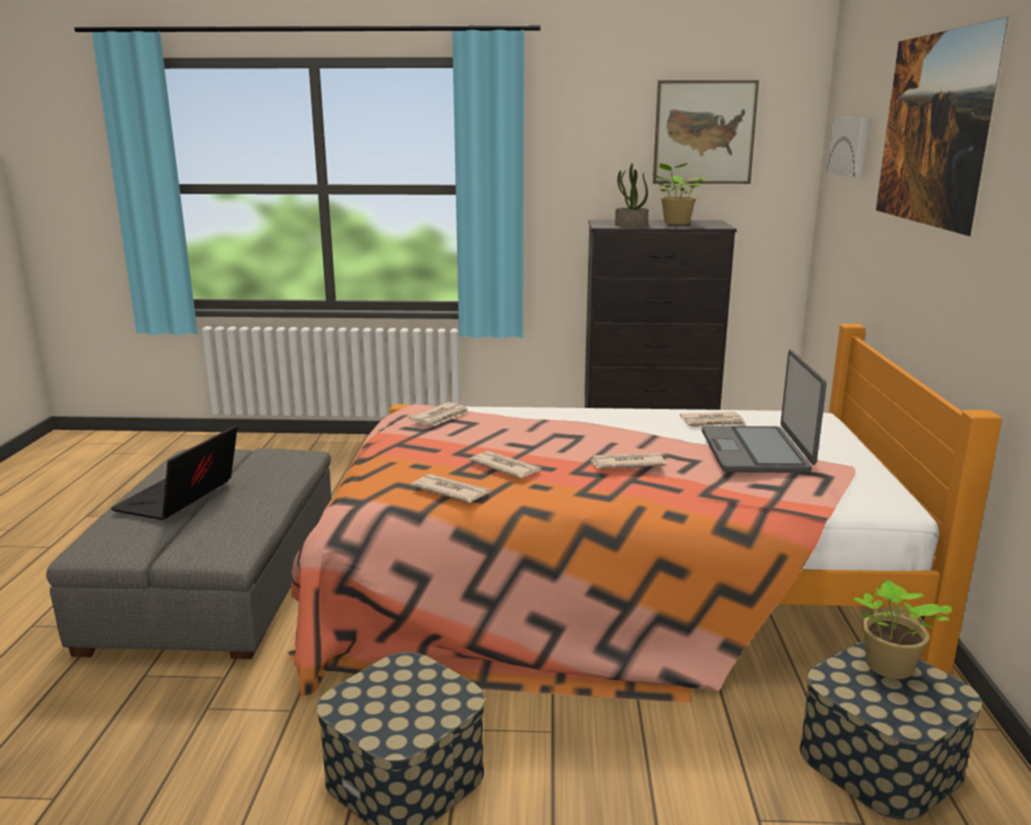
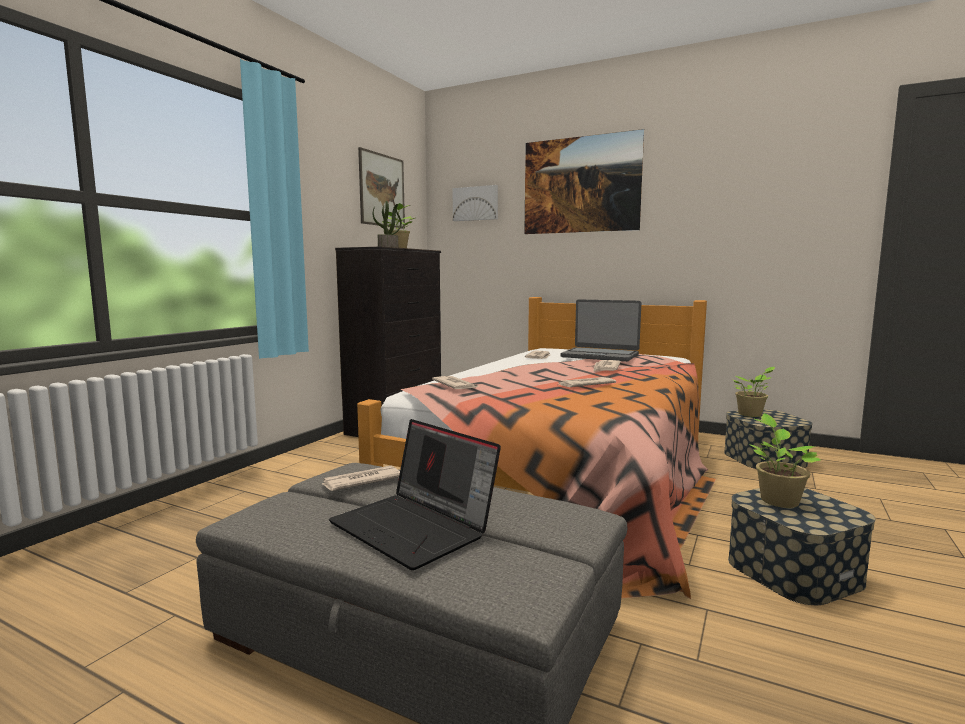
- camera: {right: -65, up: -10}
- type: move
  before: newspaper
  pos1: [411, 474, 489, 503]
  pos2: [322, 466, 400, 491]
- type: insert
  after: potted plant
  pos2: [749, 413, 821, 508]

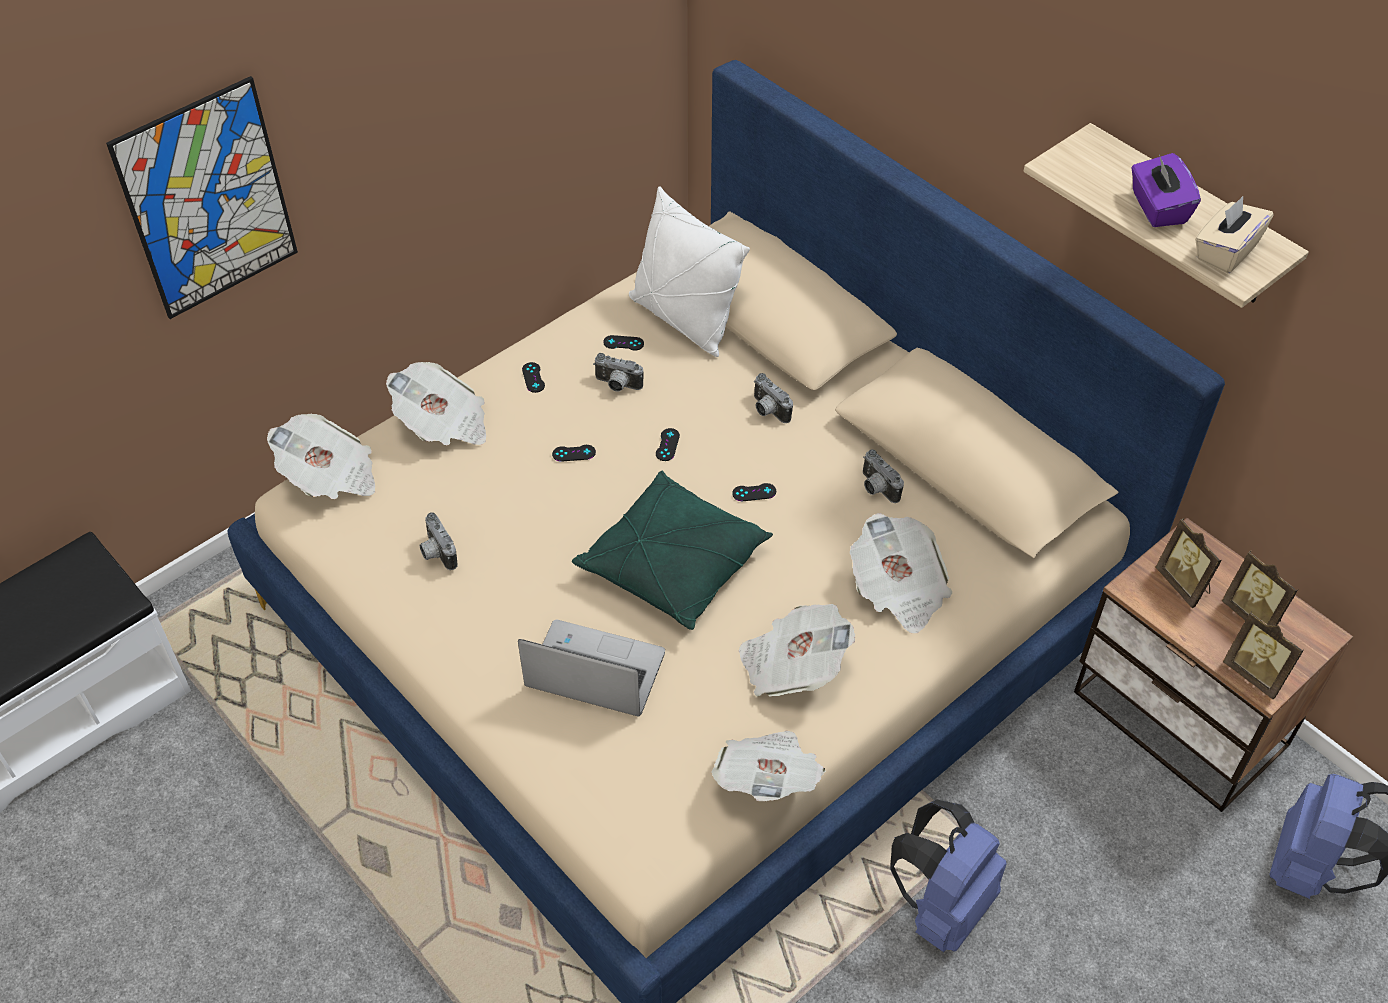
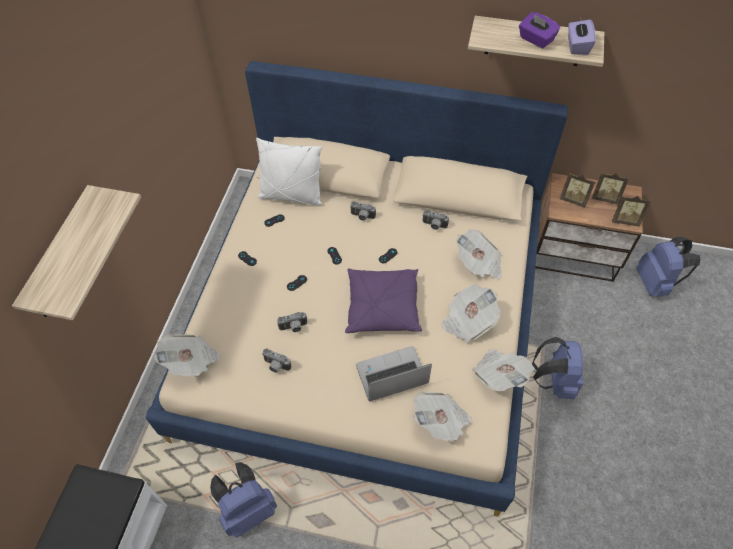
- camera: {right: -35, up: 5}
- type: replace
  before: picture
  after: shelf
  pos1: [106, 76, 298, 319]
  pos2: [12, 185, 141, 320]
- type: recolor
  before: tissue box (beige)
  after: tissue box (purple)
  pos1: [1195, 196, 1273, 274]
  pos2: [568, 19, 596, 55]
- type: move
  before: photo camera
  pos1: [593, 353, 644, 392]
  pos2: [277, 312, 307, 332]
- type: move
  before: newspaper
  pos1: [386, 362, 486, 446]
  pos2: [413, 392, 472, 442]
- type: recolor
  before: pillow (green)
  after: pillow (purple)
  pos1: [572, 471, 773, 630]
  pos2: [345, 269, 422, 333]
- type: insert
  after: backpack (blue)
  pos2: [210, 462, 277, 537]

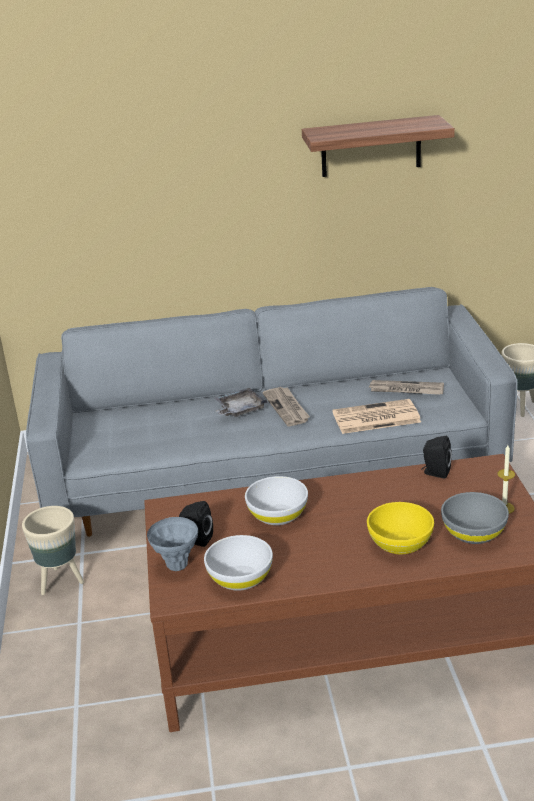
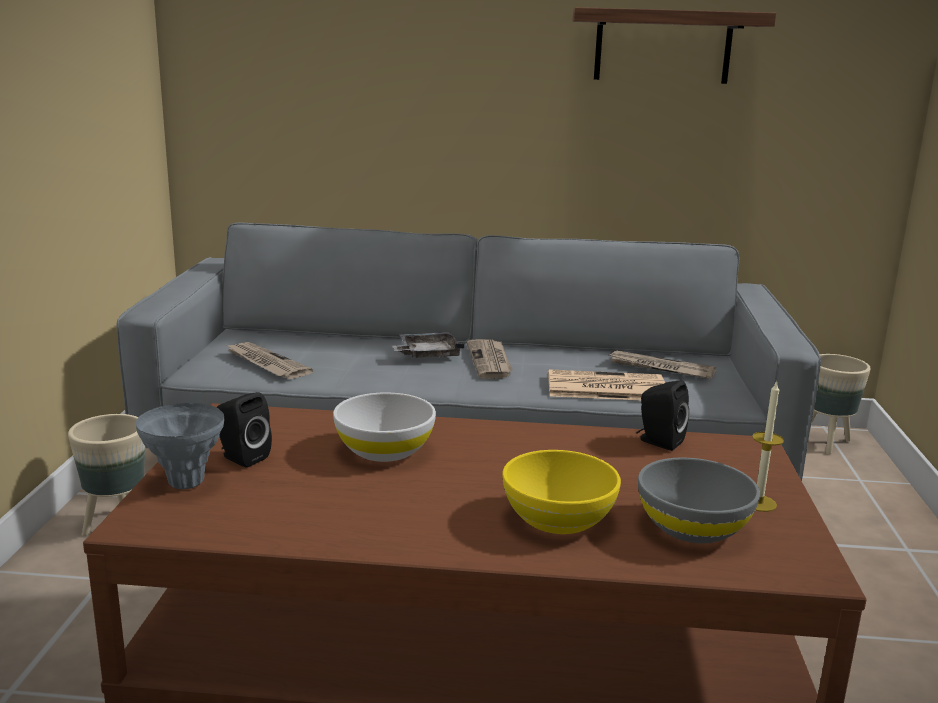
- camera: {right: 10, up: -10}
- type: delete
  before: bowl (white)
  pos1: [204, 535, 273, 591]
- type: insert
  after: newspaper
  pos2: [225, 342, 313, 379]

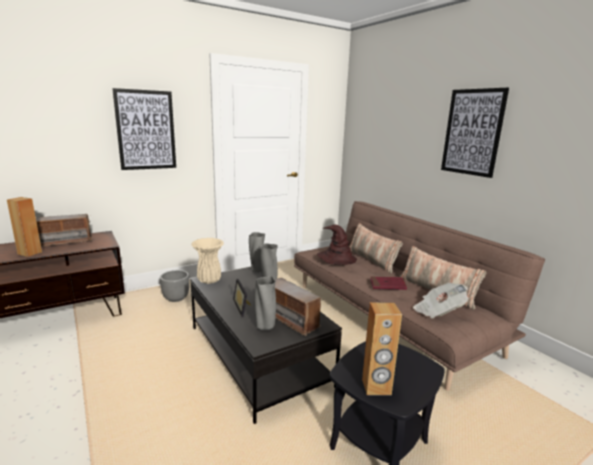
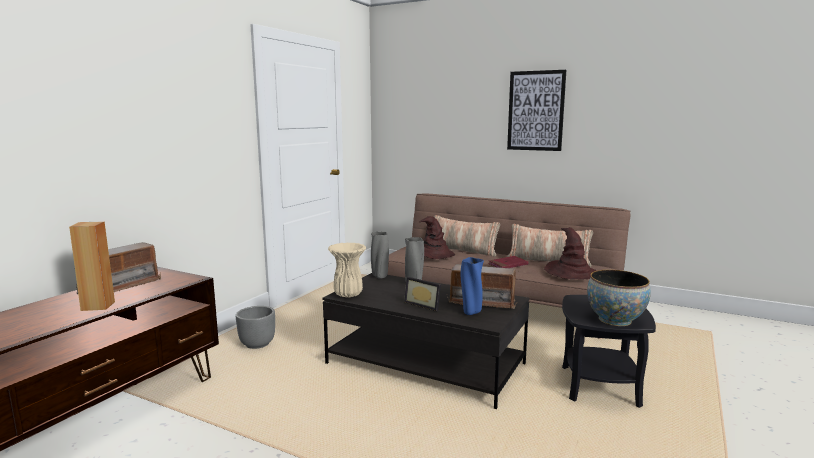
- camera: {right: -30, up: -5}
- type: delete
  before: picture
  pos1: [112, 88, 176, 170]
- type: recolor
  before: vase (grey)
  after: vase (blue)
  pos1: [255, 276, 276, 330]
  pos2: [461, 257, 484, 315]
- type: replace
  before: newspaper
  after: hat (brown)
  pos1: [413, 283, 468, 319]
  pos2: [544, 227, 596, 279]
- type: replace
  before: speaker (brown)
  after: bowl
  pos1: [362, 302, 402, 395]
  pos2: [587, 270, 651, 326]

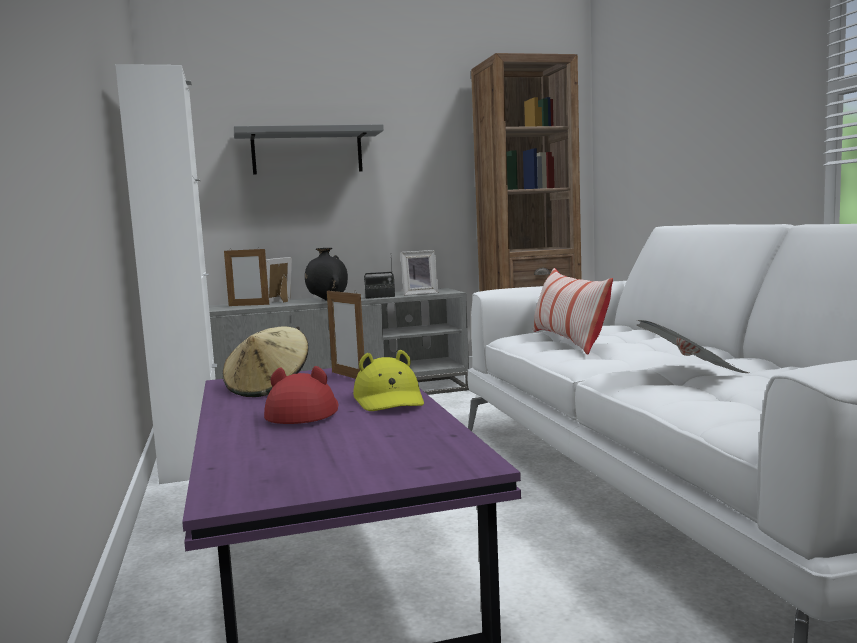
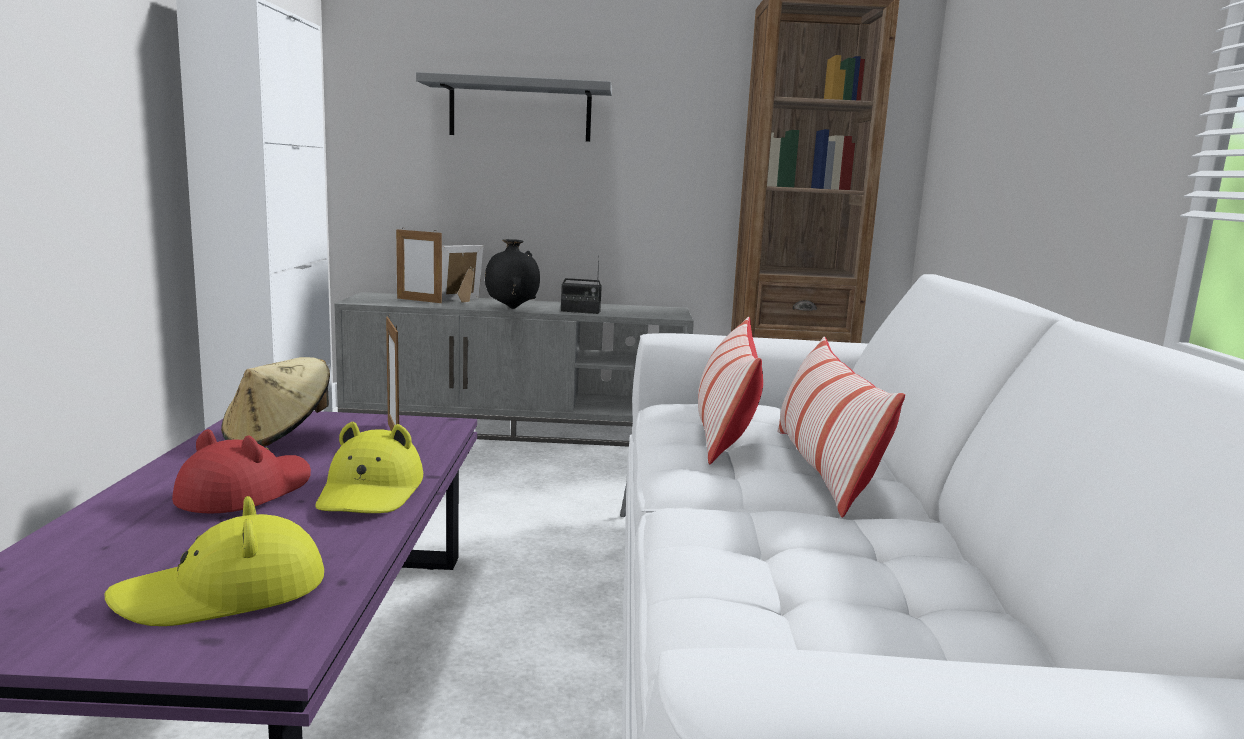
- camera: {right: 15, up: 5}
- type: delete
  before: picture frame
  pos1: [400, 250, 439, 296]
- type: delete
  before: newspaper
  pos1: [637, 320, 749, 373]
- type: insert
  after: pillow
  pos2: [777, 337, 905, 518]
- type: insert
  after: hat (yellow)
  pos2: [105, 496, 324, 626]

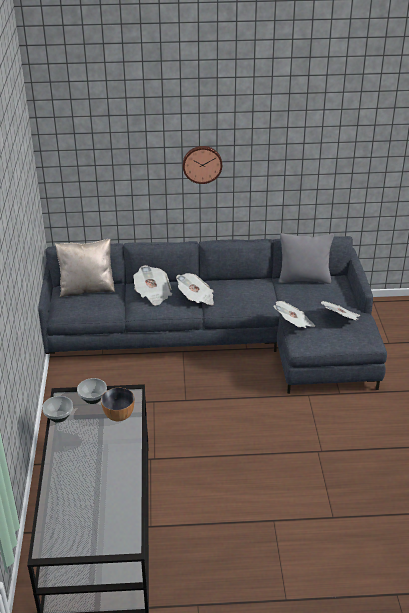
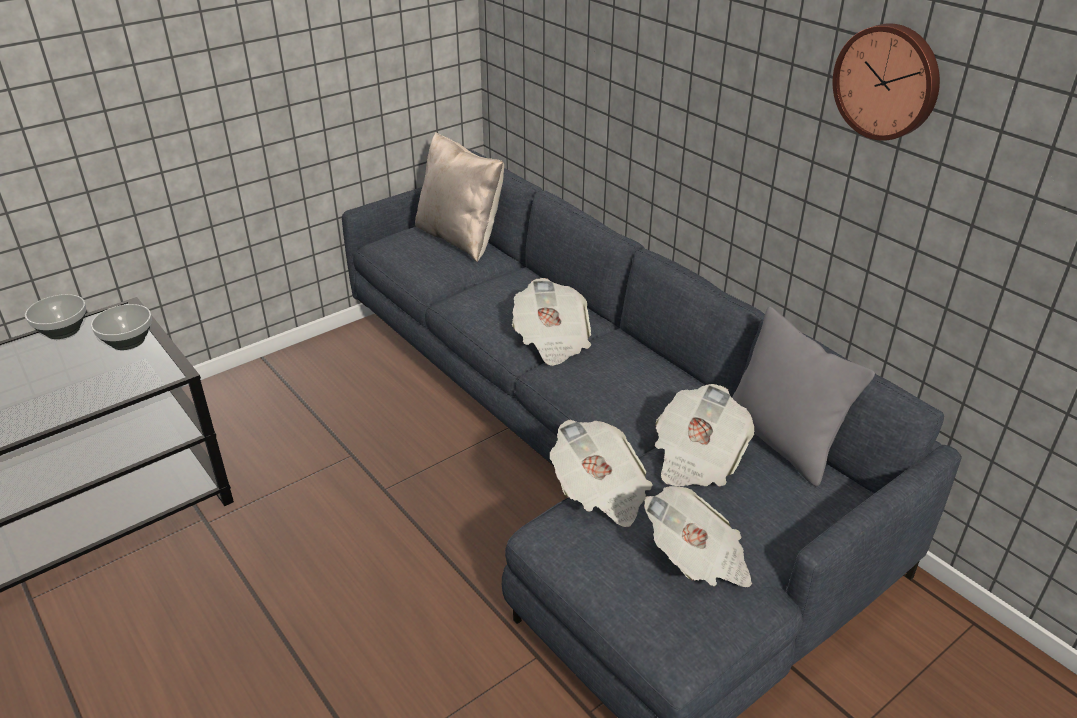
- camera: {right: 55, up: 0}
- type: move
  before: wall clock
  pos1: [183, 146, 222, 184]
  pos2: [833, 23, 940, 141]
- type: move
  before: newspaper
  pos1: [133, 265, 172, 306]
  pos2: [655, 384, 754, 486]
- type: delete
  before: bowl
  pos1: [101, 388, 135, 421]

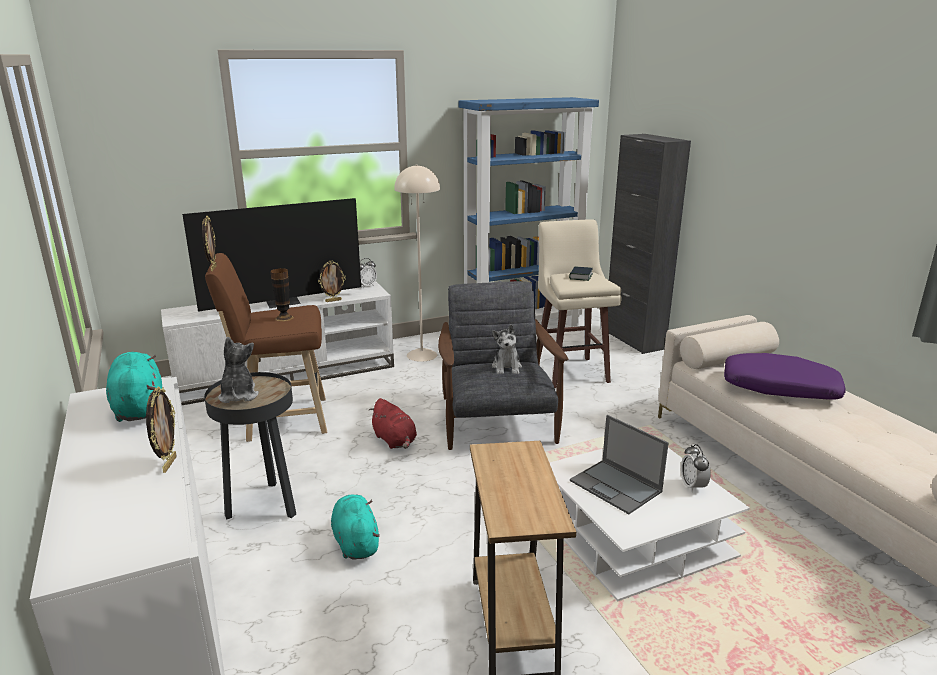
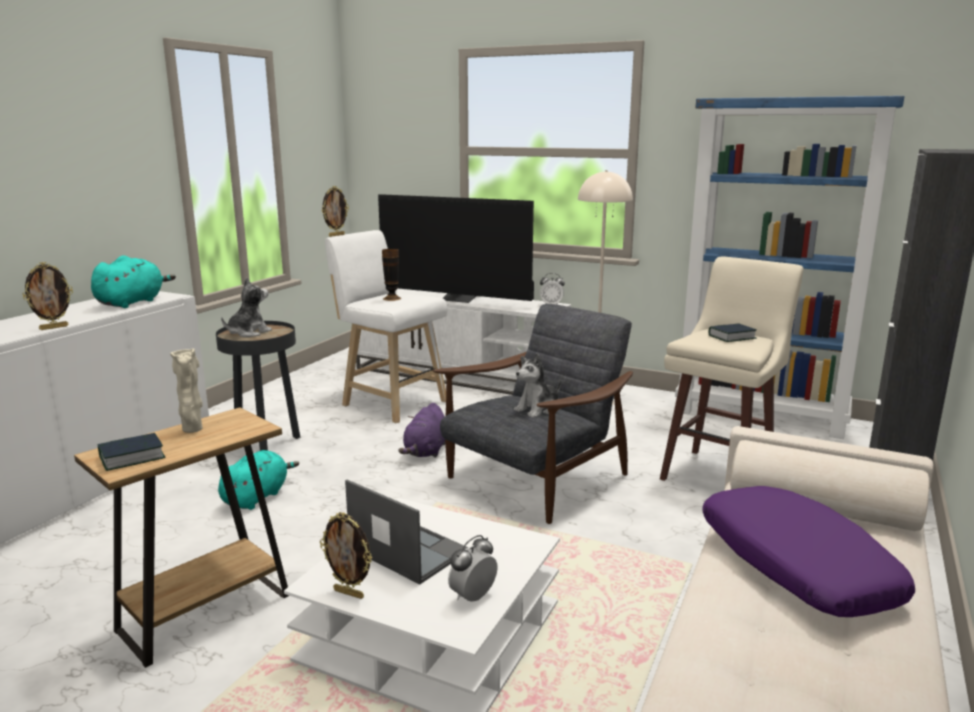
- camera: {right: 50, up: -5}
- type: recolor
  before: stool (brown)
  after: stool (white)
  pos1: [205, 253, 327, 442]
  pos2: [325, 230, 447, 423]
- type: move
  before: picture frame
  pos1: [318, 260, 346, 302]
  pos2: [320, 512, 372, 599]
- type: recolor
  before: plush toy (red)
  after: plush toy (purple)
  pos1: [369, 398, 417, 449]
  pos2: [398, 403, 445, 458]
- type: rotate
  before: laptop
  pos1: [570, 415, 669, 514]
  pos2: [345, 480, 469, 584]
  turn: 120
- type: insert
  after: vase (beige)
  pos2: [170, 348, 203, 433]
- type: insert
  after: book
  pos2: [98, 433, 166, 471]

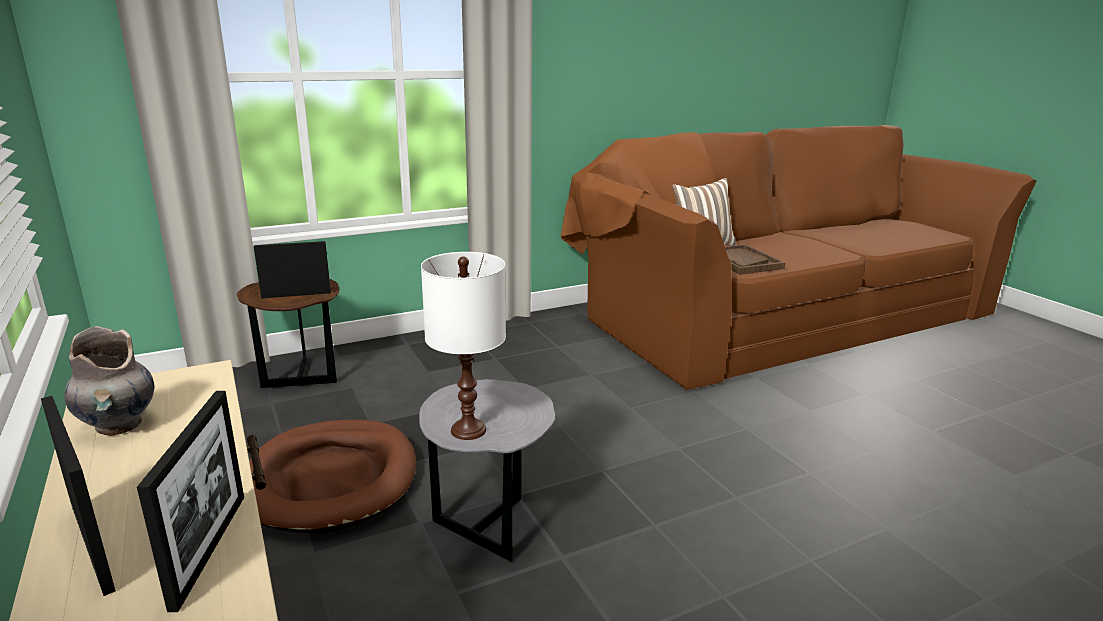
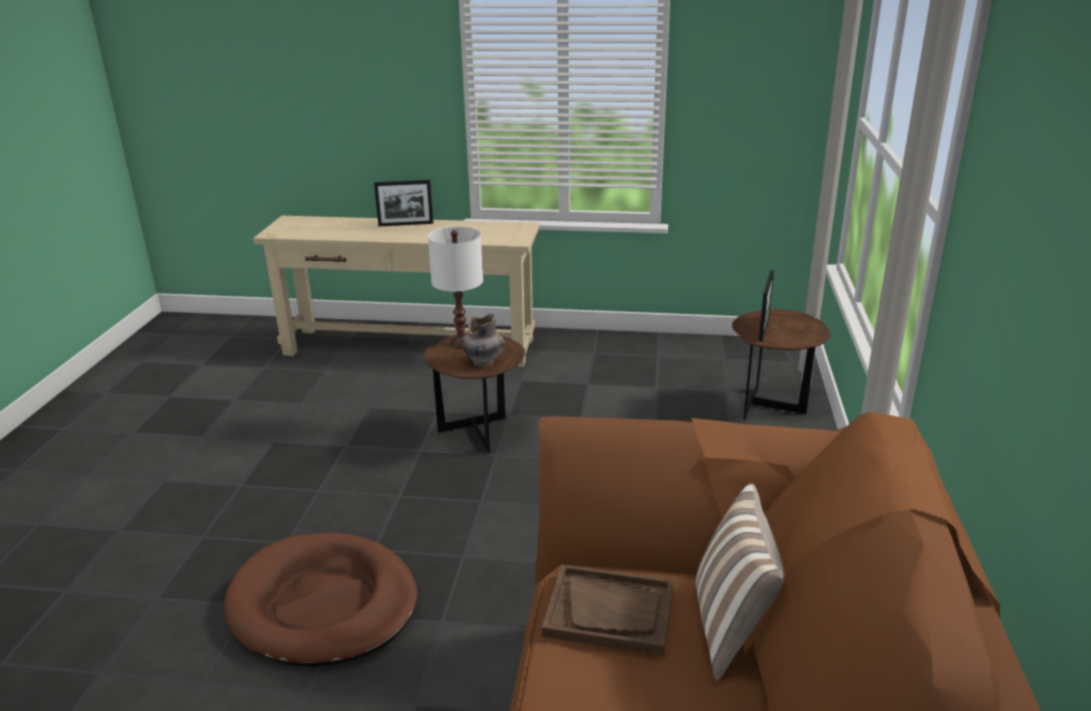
- camera: {right: 125, up: 5}
- type: move
  before: vase (grey)
  pos1: [64, 326, 155, 436]
  pos2: [459, 313, 505, 367]
- type: recolor
  before: side table (grey)
  after: side table (brown)
  pos1: [419, 379, 555, 562]
  pos2: [424, 333, 525, 454]
- type: delete
  before: picture frame
  pos1: [137, 391, 244, 612]
- type: move
  before: dog bed (brown)
  pos1: [249, 420, 416, 533]
  pos2: [224, 533, 418, 667]

